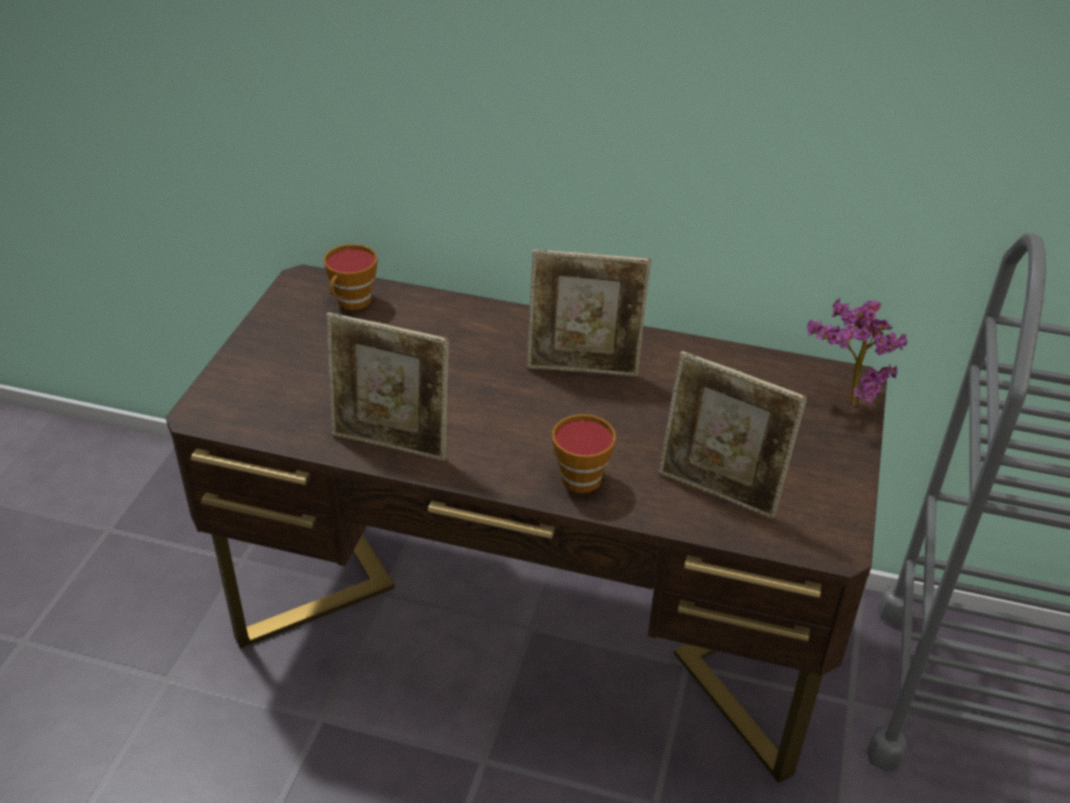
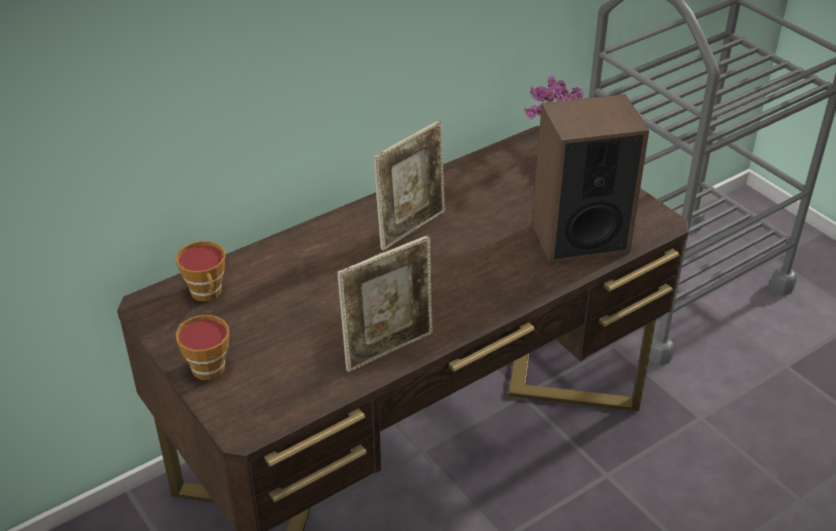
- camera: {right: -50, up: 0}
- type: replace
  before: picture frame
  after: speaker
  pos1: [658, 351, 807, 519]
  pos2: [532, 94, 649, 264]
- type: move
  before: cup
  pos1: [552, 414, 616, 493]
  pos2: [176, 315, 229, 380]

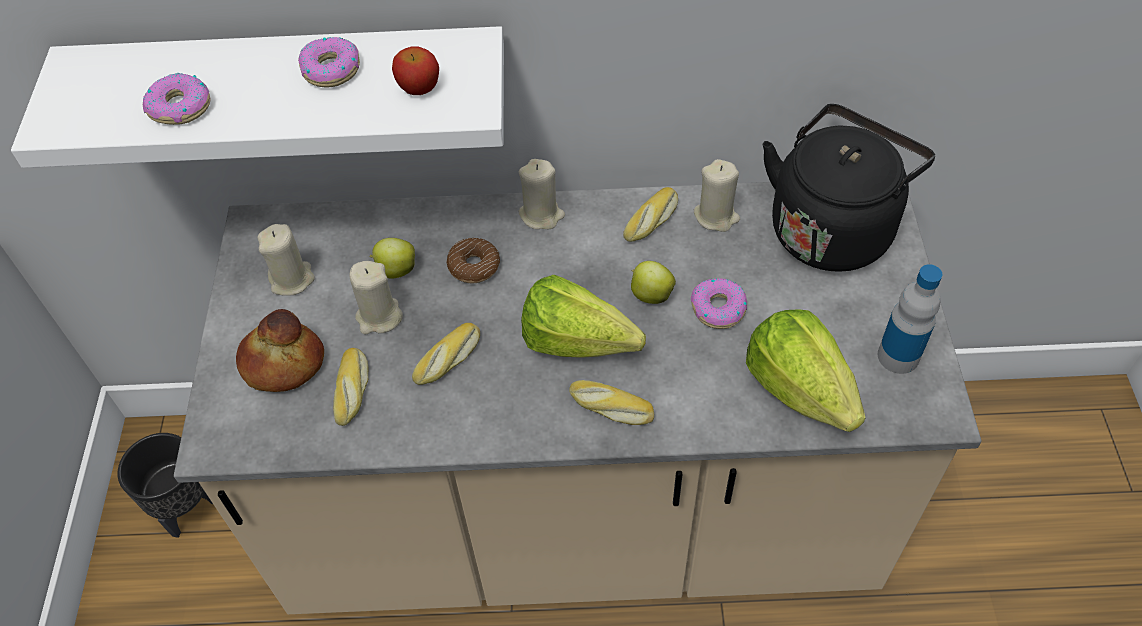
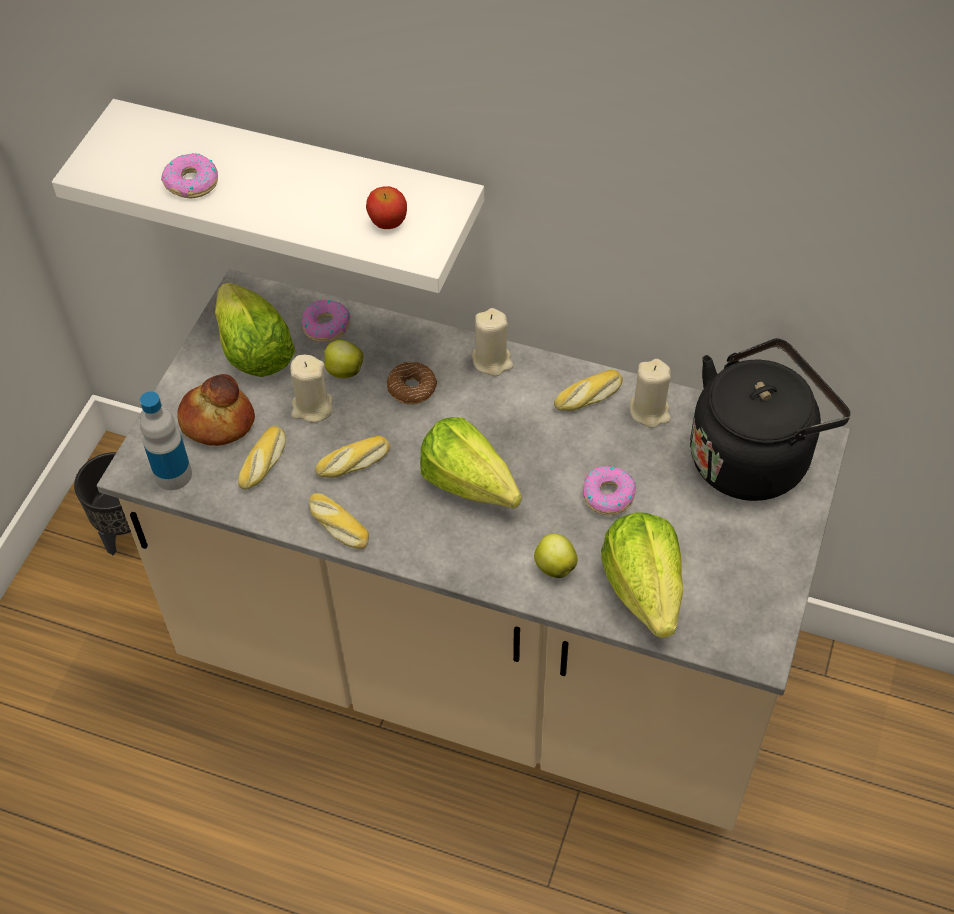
- camera: {right: 20, up: 0}
- type: move
  before: donut
  pos1: [298, 37, 360, 87]
  pos2: [302, 300, 350, 342]
- type: replace
  before: candle (beige)
  after: lettuce
  pos1: [257, 224, 315, 296]
  pos2: [215, 283, 295, 377]
- type: move
  before: apple
  pos1: [631, 261, 676, 304]
  pos2: [534, 534, 578, 578]
- type: move
  before: bottle
  pos1: [878, 264, 942, 374]
  pos2: [140, 391, 192, 490]
- type: move
  before: bread
  pos1: [569, 380, 654, 425]
  pos2: [309, 493, 369, 549]

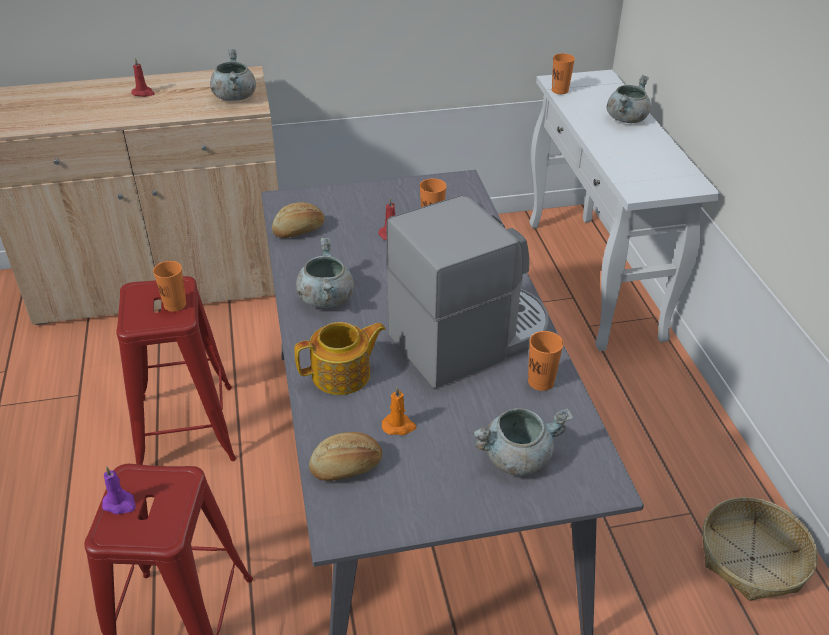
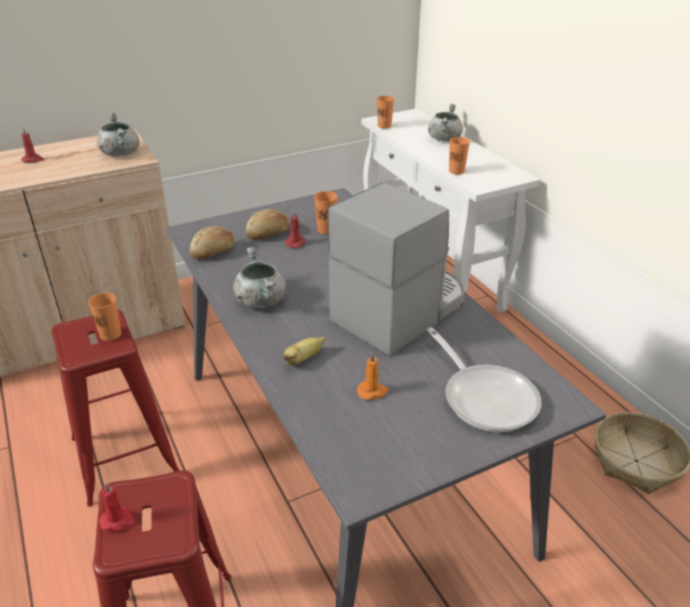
- camera: {right: -15, up: -5}
- type: replace
  before: teapot
  after: banana
  pos1: [294, 322, 386, 395]
  pos2: [283, 337, 325, 365]
- type: move
  before: cup (orange)
  pos1: [528, 331, 564, 391]
  pos2: [449, 137, 470, 174]
- type: replace
  before: cooking pot (grey)
  after: frying pan
  pos1: [473, 408, 573, 476]
  pos2: [427, 327, 542, 432]
- type: move
  before: bread
  pos1: [309, 432, 382, 481]
  pos2: [245, 209, 289, 240]
- type: recolor
  before: candle (purple)
  after: candle (red)
  pos1: [102, 466, 136, 514]
  pos2: [100, 483, 136, 532]

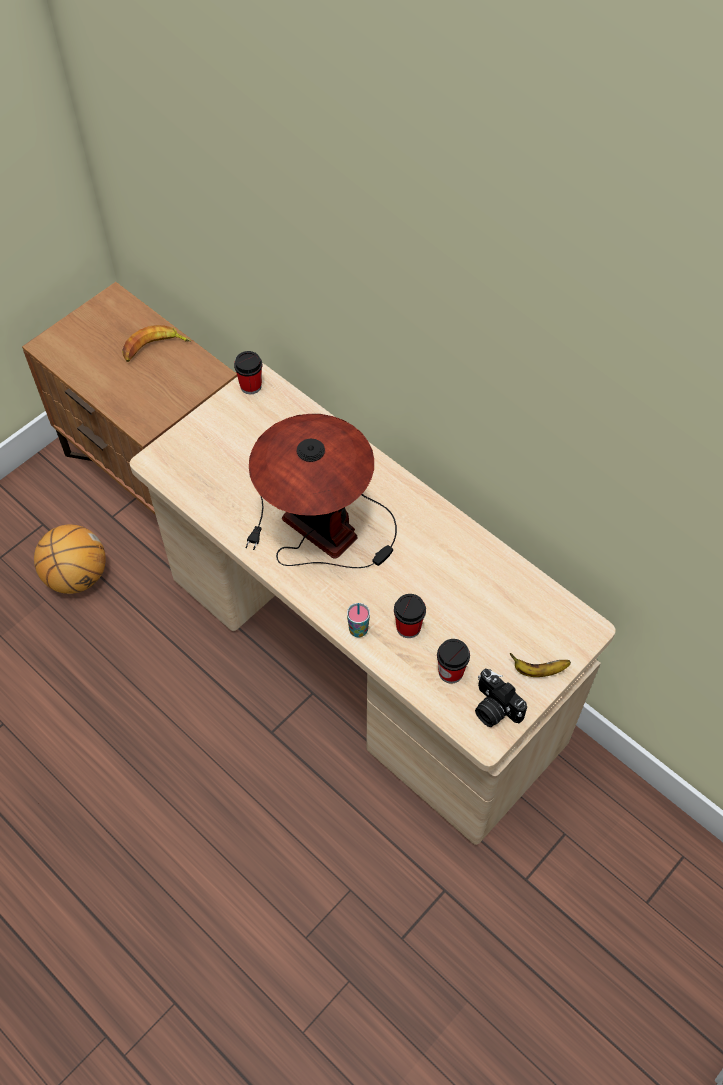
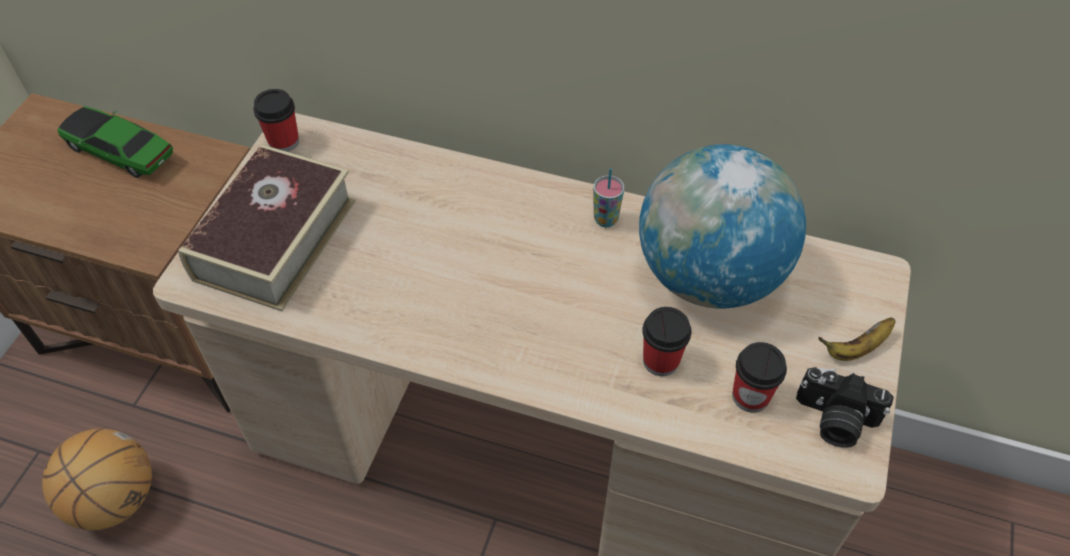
- camera: {right: -25, up: -5}
- type: replace
  before: banana
  after: toy car
  pos1: [122, 325, 191, 362]
  pos2: [58, 106, 173, 178]
- type: delete
  before: table lamp
  pos1: [246, 414, 397, 568]
- type: move
  before: cup
  pos1: [347, 603, 370, 637]
  pos2: [593, 168, 625, 227]
- type: insert
  after: book
  pos2: [178, 144, 355, 311]
- type: insert
  after: globe
  pos2: [639, 144, 806, 309]

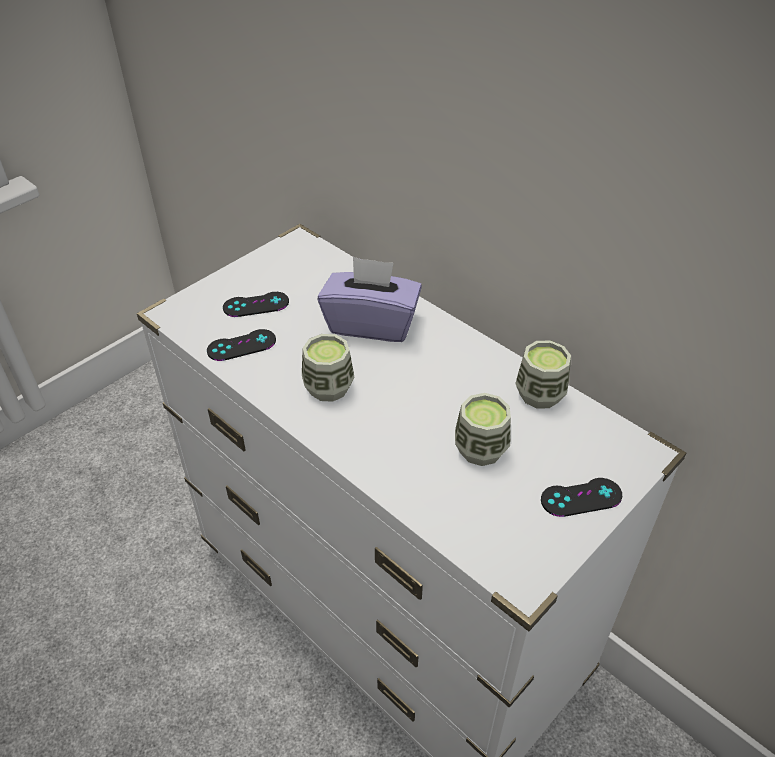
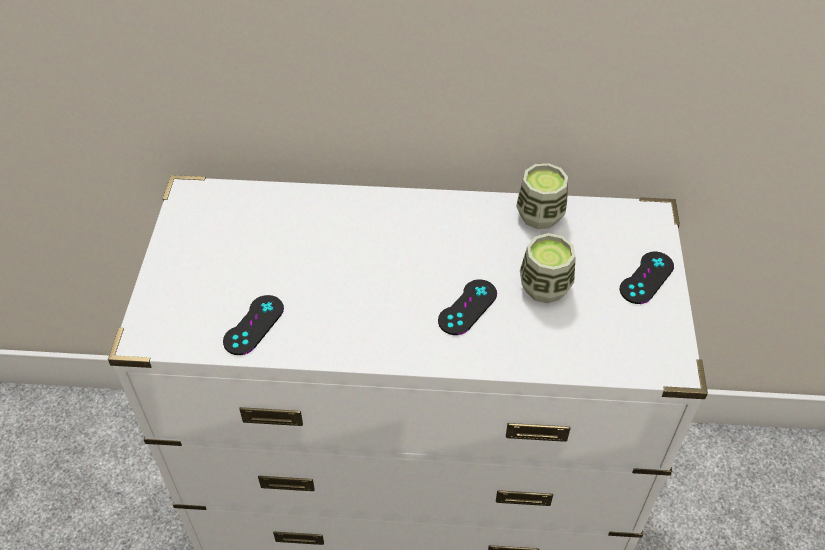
- camera: {right: -40, up: 5}
- type: delete
  before: tissue box (purple)
  pos1: [318, 256, 422, 342]
- type: move
  before: game controller (black)
  pos1: [223, 292, 289, 317]
  pos2: [438, 280, 497, 335]
- type: delete
  before: cup
  pos1: [302, 334, 355, 402]

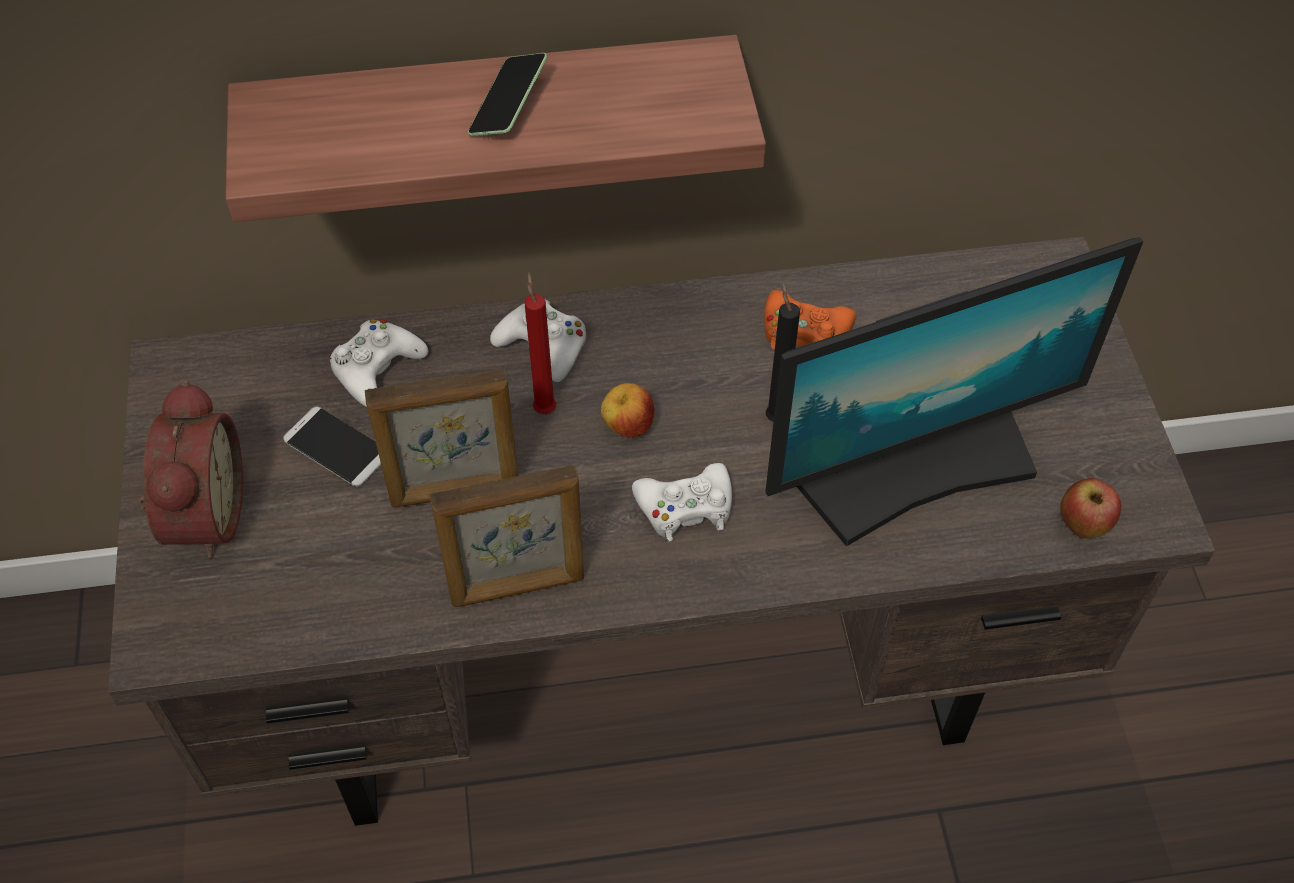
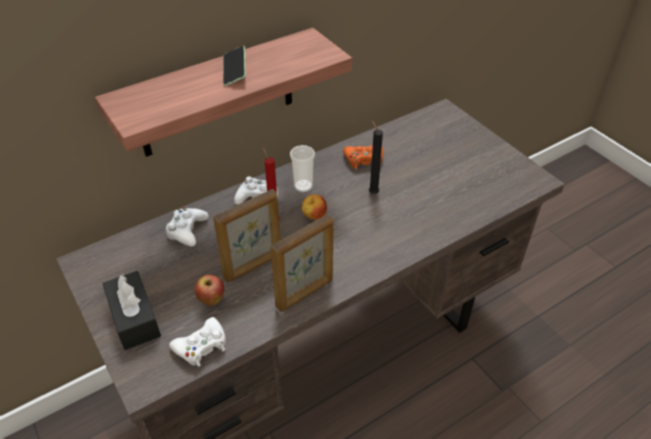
- camera: {right: -25, up: -10}
- type: delete
  before: monitor
  pos1: [765, 237, 1144, 546]
- type: replace
  before: alarm clock
  after: tissue box (black)
  pos1: [138, 380, 243, 558]
  pos2: [102, 271, 161, 350]
- type: delete
  before: phone
  pos1: [283, 406, 381, 487]
- type: move
  before: game controller (white)
  pos1: [632, 463, 732, 542]
  pos2: [169, 317, 226, 367]
- type: move
  before: apple
  pos1: [1060, 478, 1121, 539]
  pos2: [194, 275, 224, 306]
- type: insert
  after: cup
  pos2: [290, 145, 315, 192]

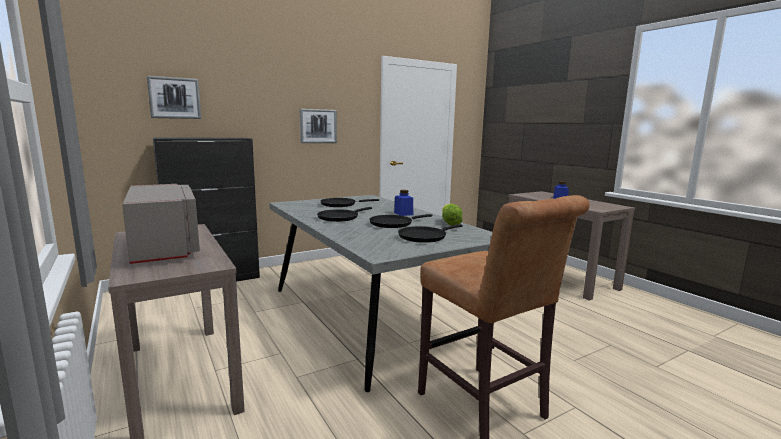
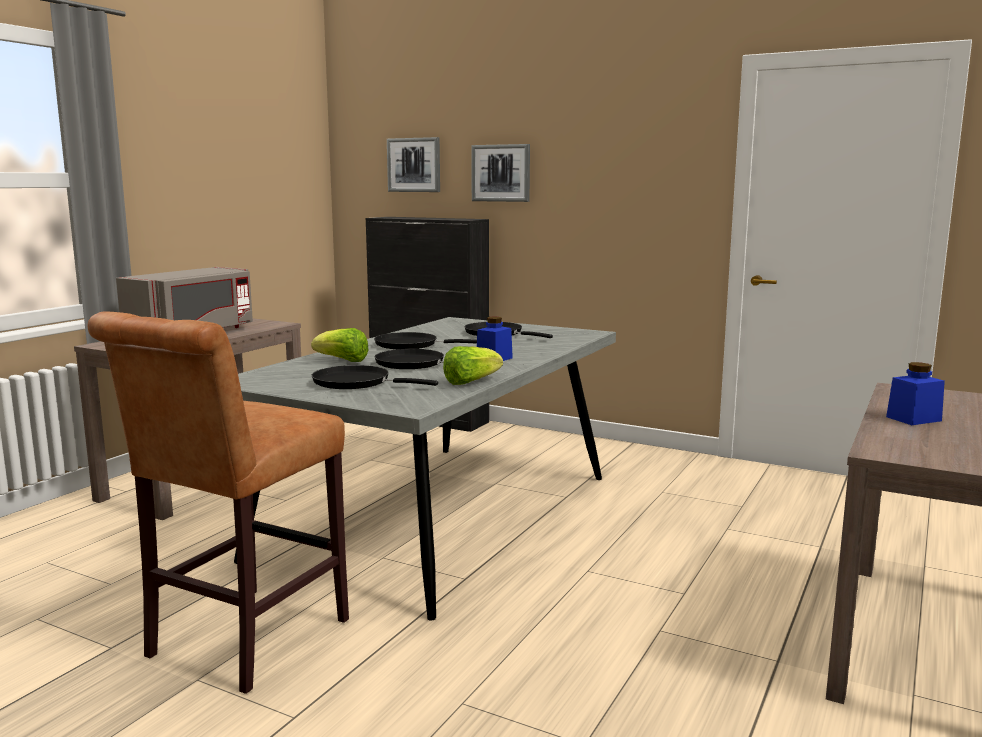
- camera: {right: 60, up: 0}
- type: move
  before: picture
  pos1: [300, 109, 337, 143]
  pos2: [471, 144, 530, 202]
- type: insert
  after: lettuce
  pos2: [311, 328, 368, 362]

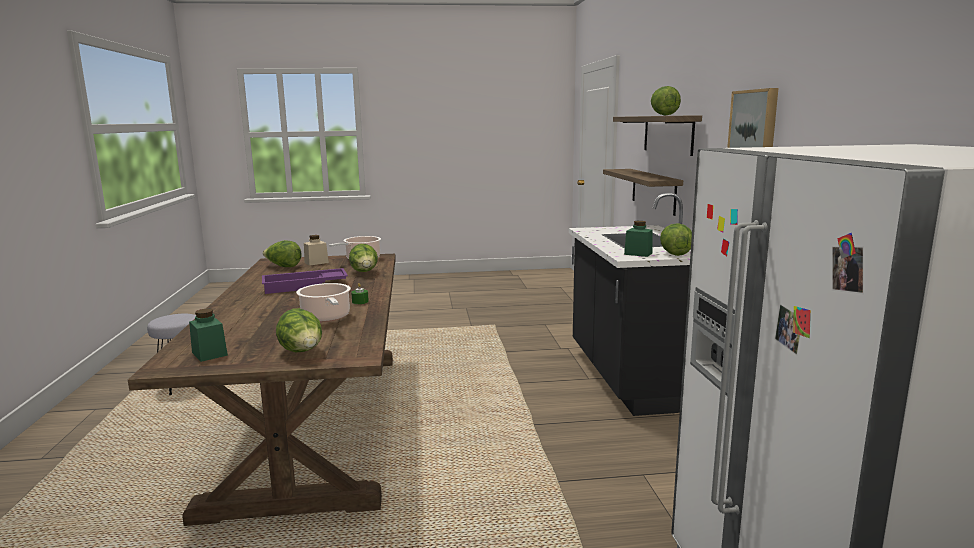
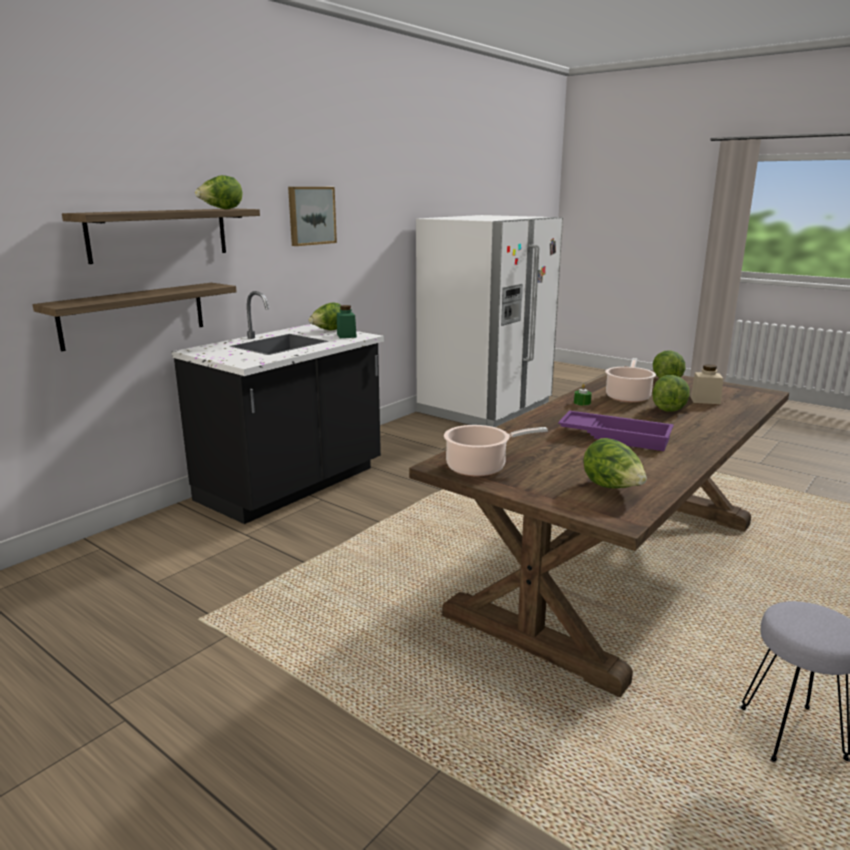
- camera: {right: -135, up: 5}
- type: move
  before: jar (beige)
  pos1: [304, 235, 329, 266]
  pos2: [691, 364, 723, 404]
- type: move
  before: lettuce
  pos1: [349, 244, 378, 272]
  pos2: [652, 375, 690, 411]
- type: delete
  before: jar (green)
  pos1: [189, 308, 228, 362]

